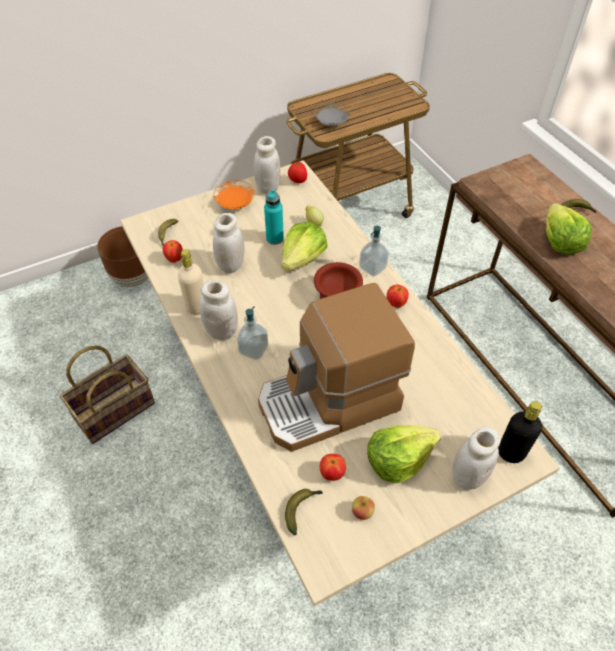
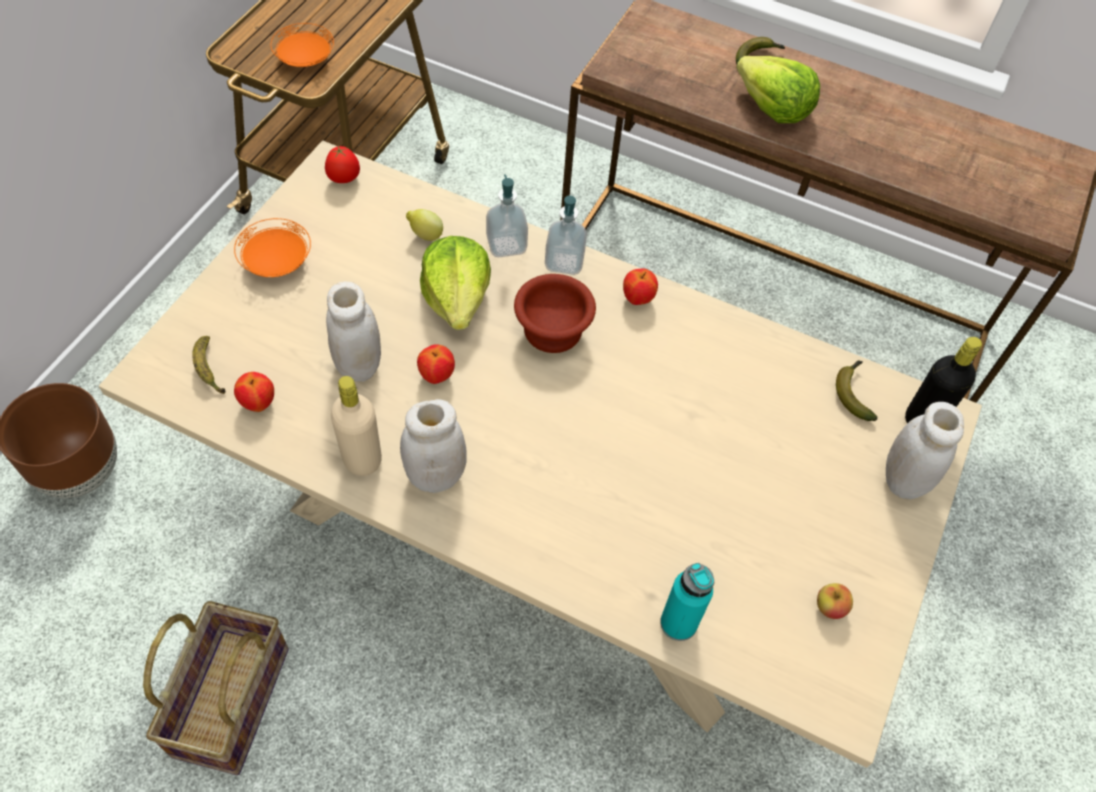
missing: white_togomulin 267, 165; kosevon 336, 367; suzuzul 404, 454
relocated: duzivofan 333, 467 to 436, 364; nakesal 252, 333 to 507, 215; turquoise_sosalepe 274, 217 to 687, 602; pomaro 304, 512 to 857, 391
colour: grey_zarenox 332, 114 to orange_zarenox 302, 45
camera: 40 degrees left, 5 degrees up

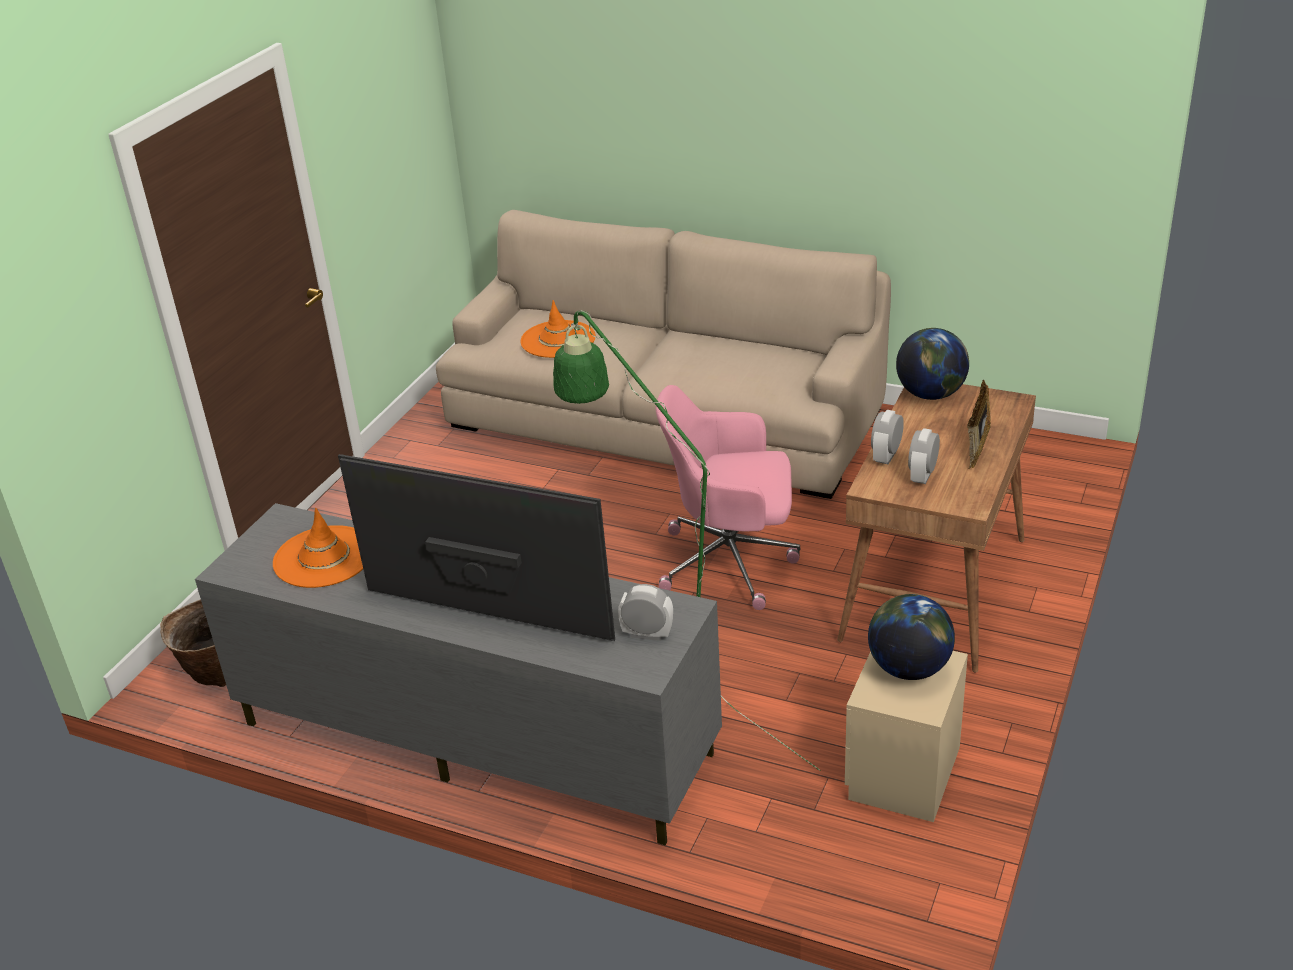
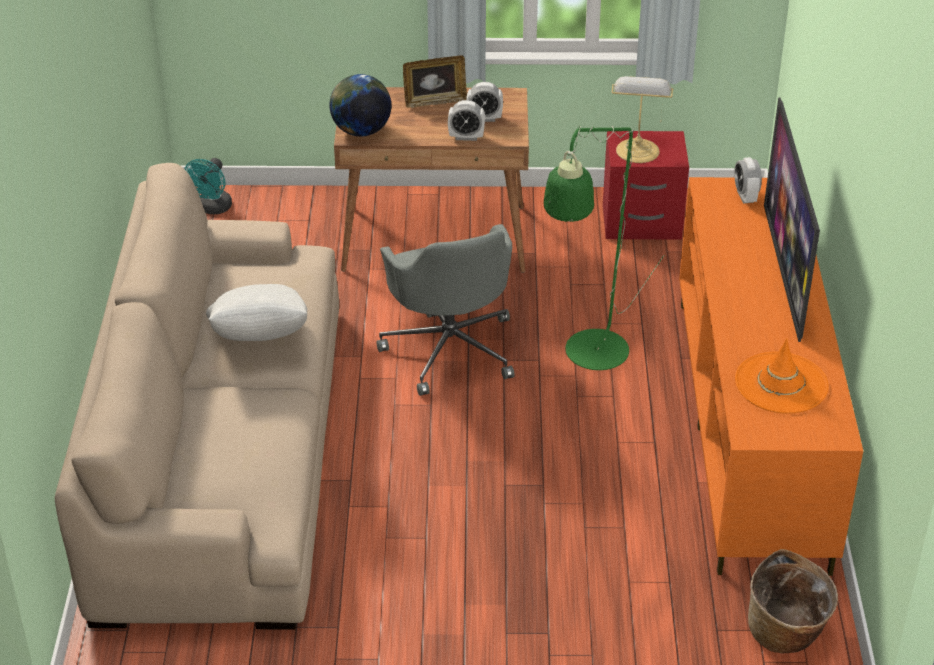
missing: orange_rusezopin 558, 329
appeared: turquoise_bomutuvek 208, 186; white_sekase 256, 312
exchanged: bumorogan 911, 637 to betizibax 642, 119
colour: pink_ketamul 727, 497 to grey_ketamul 445, 310; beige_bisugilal 906, 736 to red_bisugilal 646, 185; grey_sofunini 458, 674 to orange_sofunini 771, 376
camera: 115 degrees left, 5 degrees up

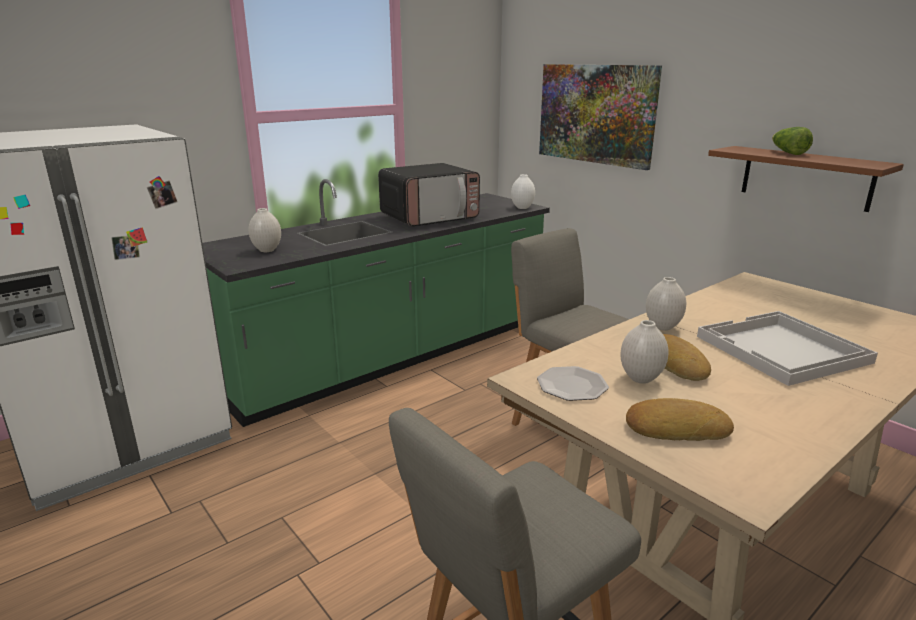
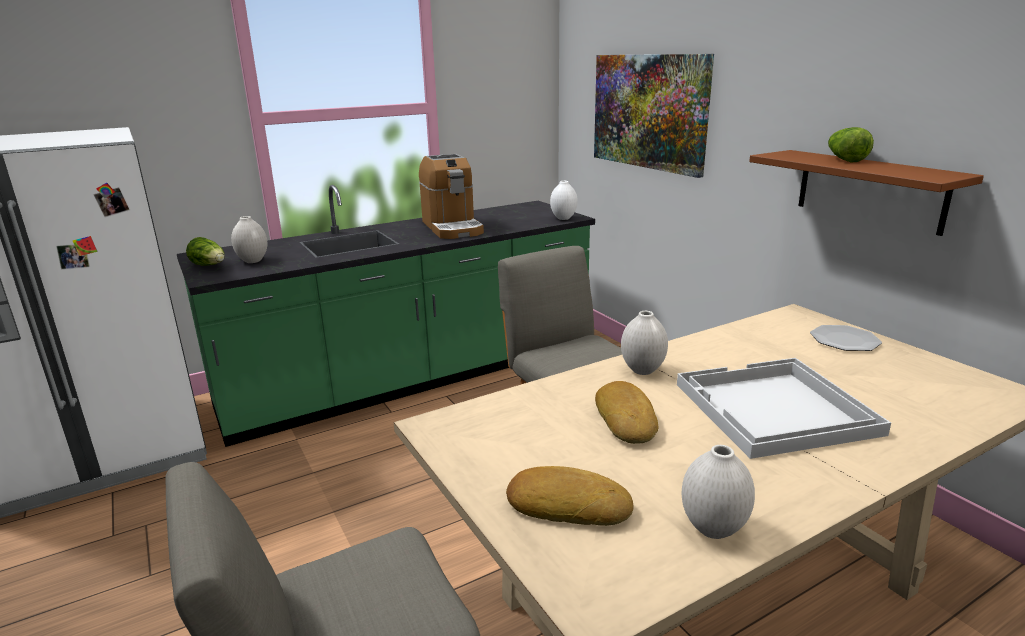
appeared: suzuzul 205, 251
relocated: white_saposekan 644, 352 to 718, 492; zarenox 573, 383 to 846, 338
exchanged: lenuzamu 429, 194 to kosevon 451, 196
camera: 10 degrees right, 0 degrees up

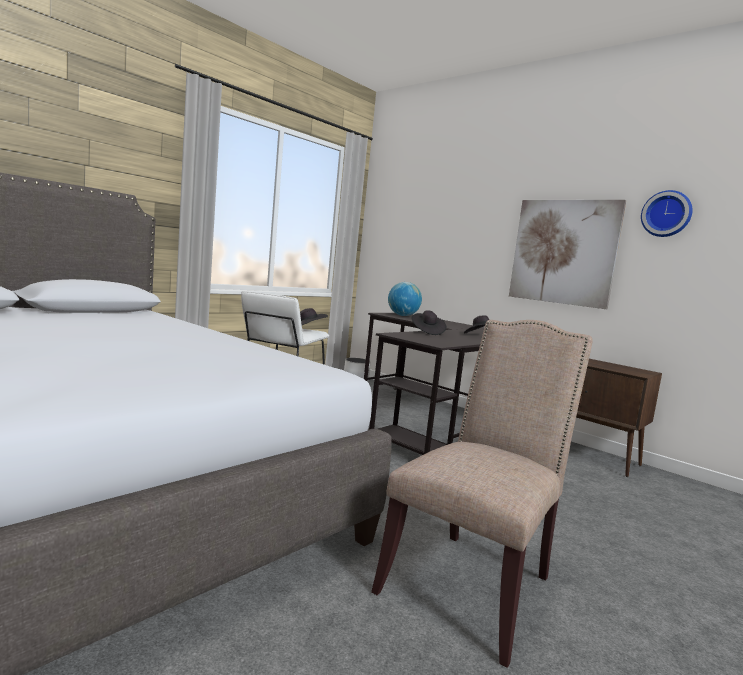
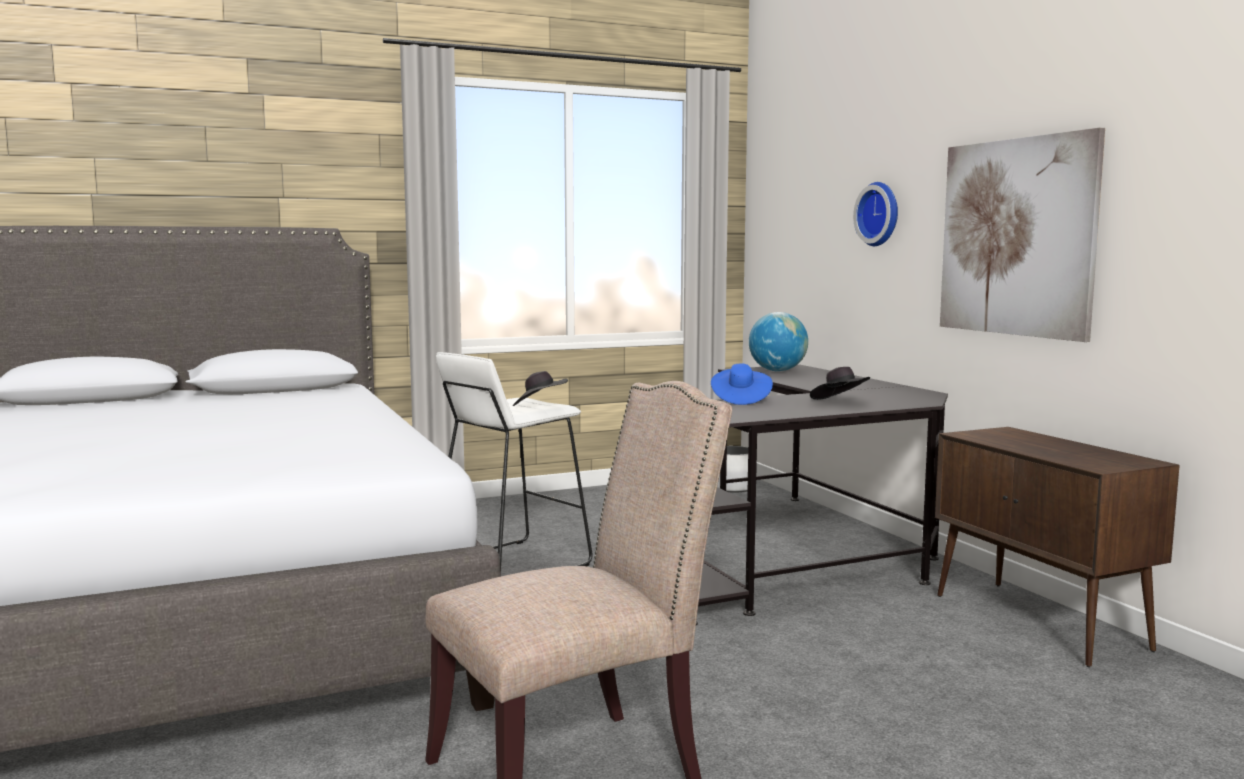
relocated: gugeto 667, 213 to 875, 214
colour: black_rusezopin 428, 322 to blue_rusezopin 742, 384
camera: 25 degrees right, 0 degrees up

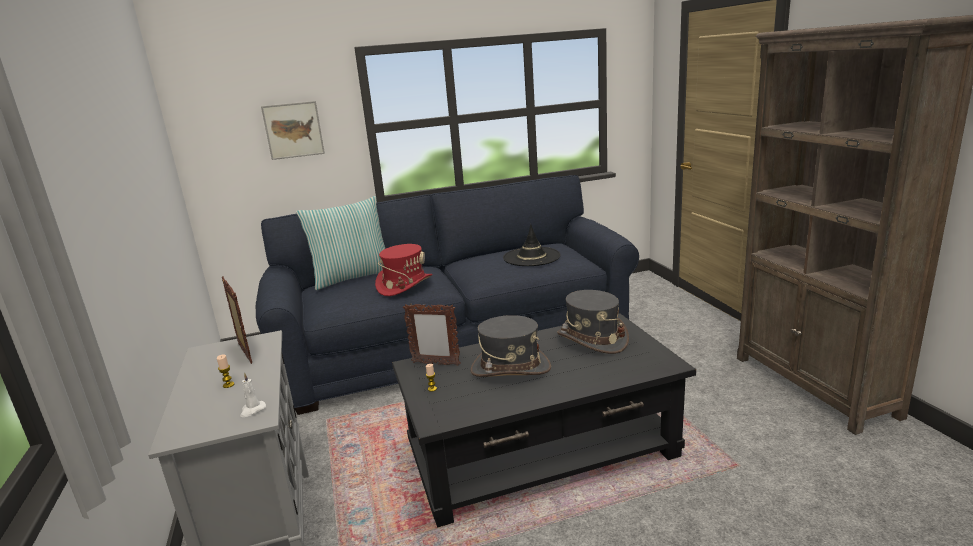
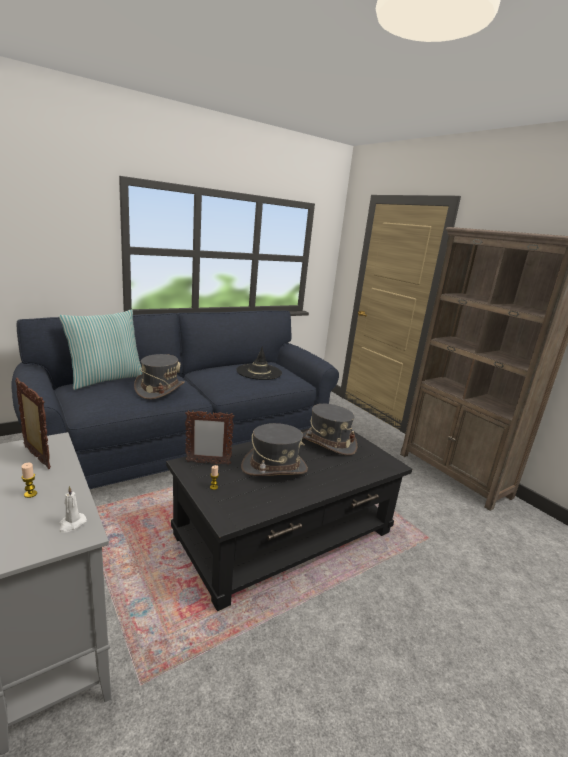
missing: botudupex 293, 130
colour: red_rusezopin 404, 270 to grey_rusezopin 159, 376
camera: 20 degrees left, 0 degrees up

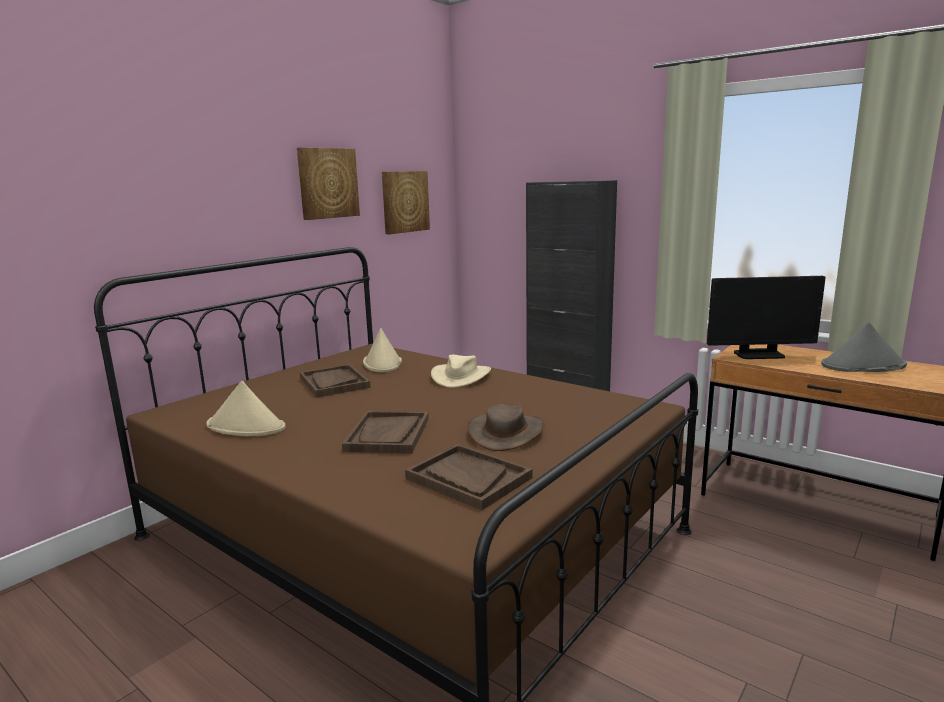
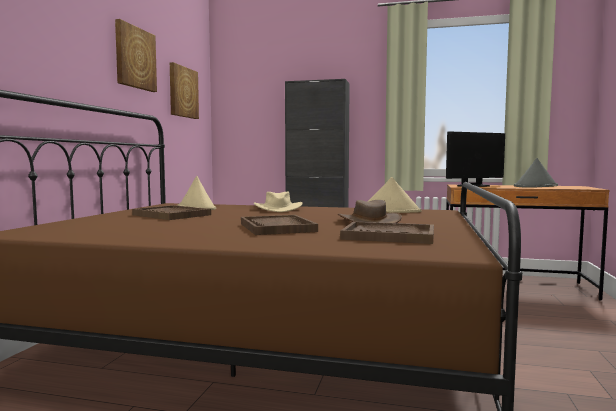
relocated: beige_rusezopin 246, 408 to 394, 195
camera: 25 degrees left, 10 degrees down

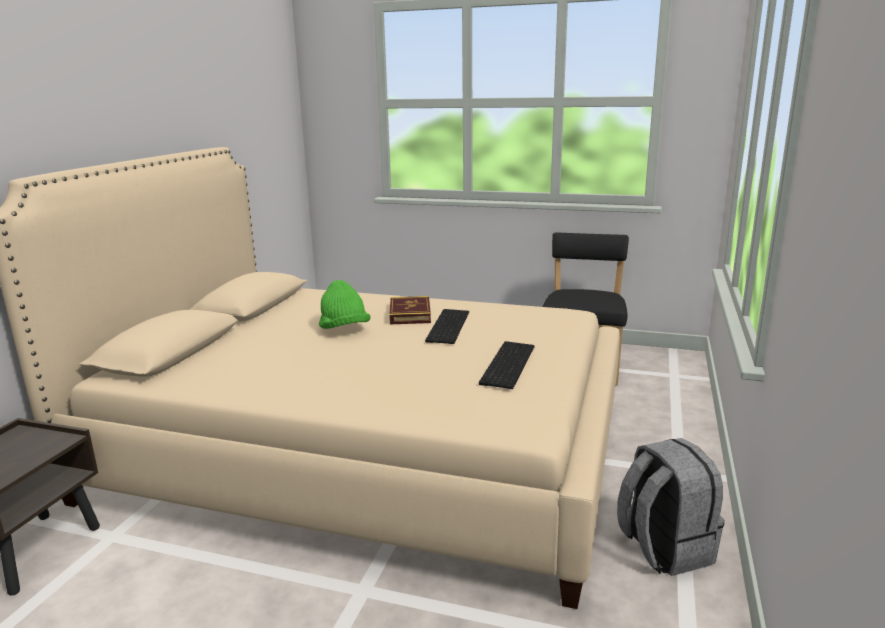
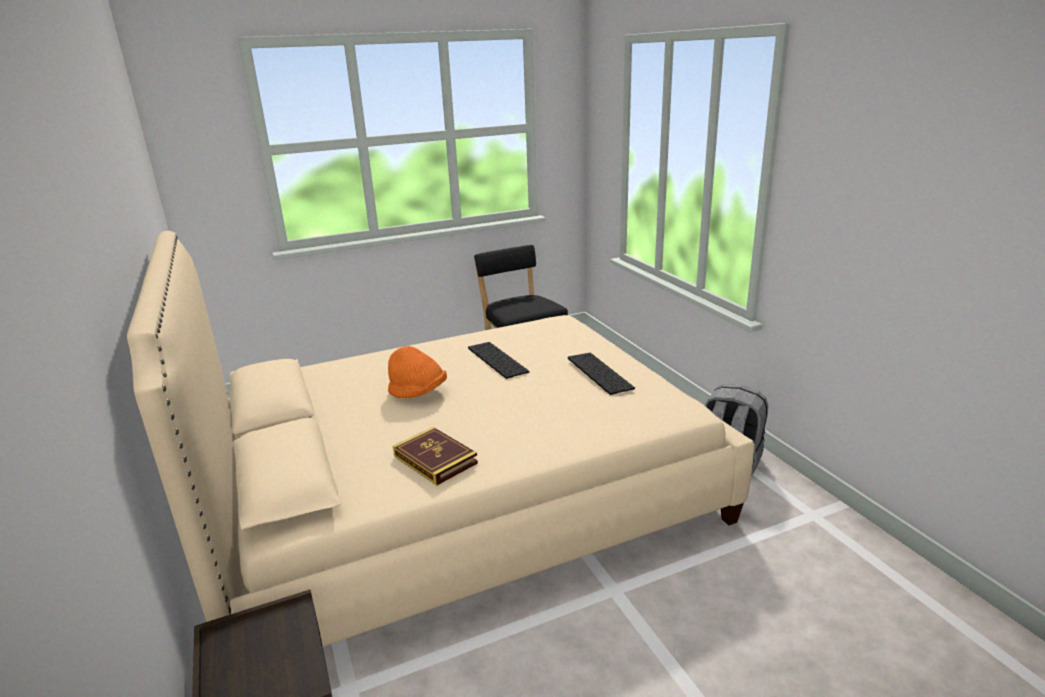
relocated: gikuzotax 410, 310 to 435, 456
colour: green_rusezopin 345, 304 to orange_rusezopin 417, 372
camera: 40 degrees left, 5 degrees up

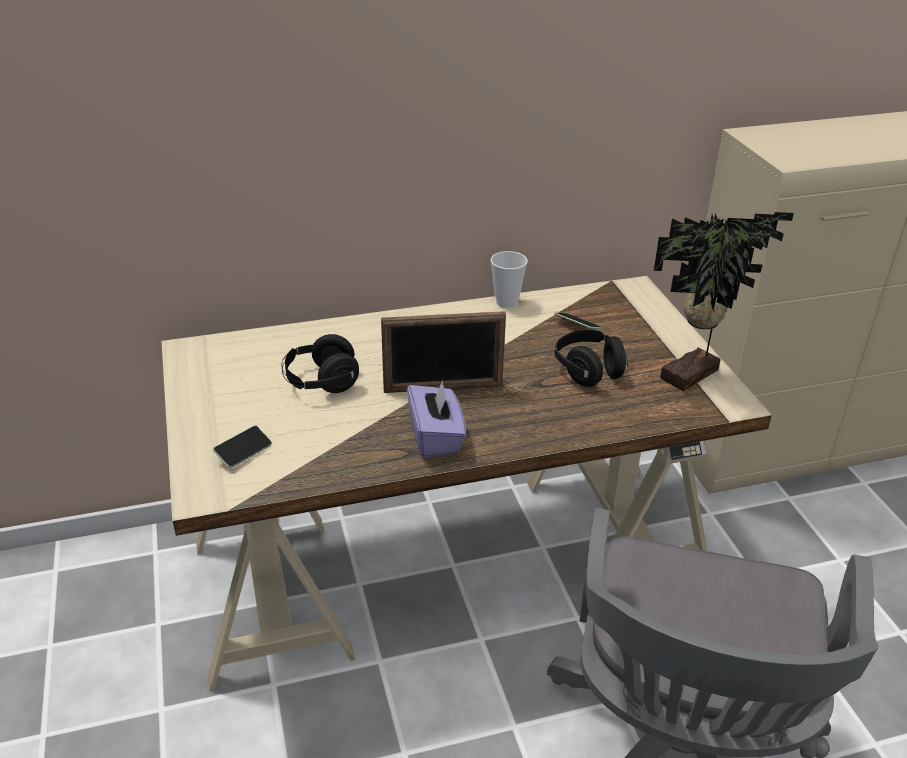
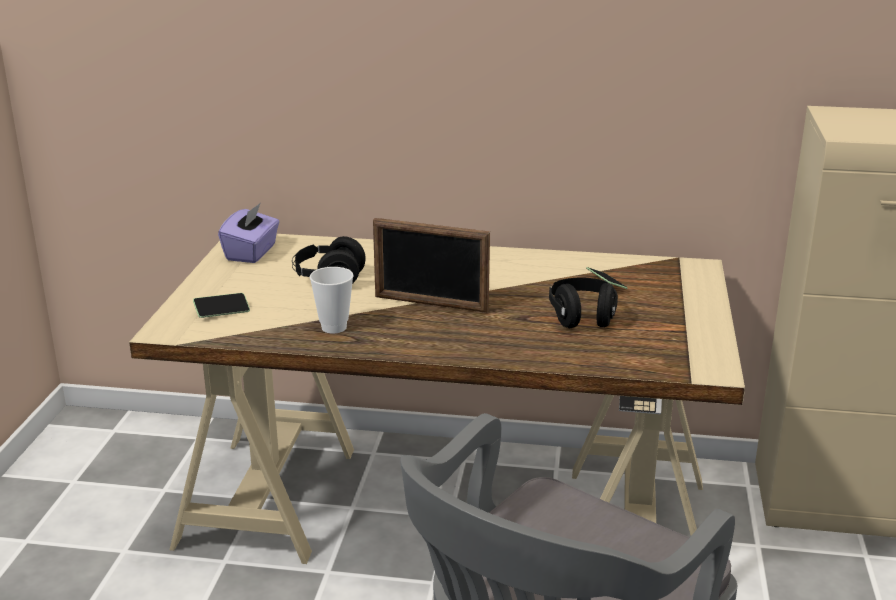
missing: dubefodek 724, 301
relocated: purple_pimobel 436, 418 to 248, 233; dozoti 509, 279 to 331, 300
camera: 25 degrees right, 10 degrees down

